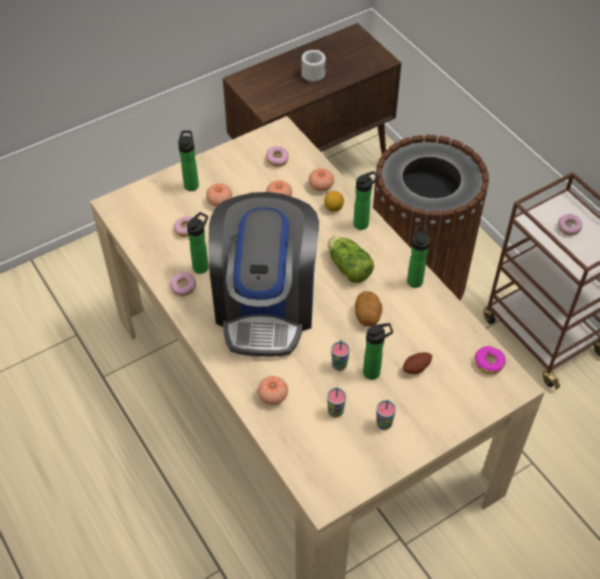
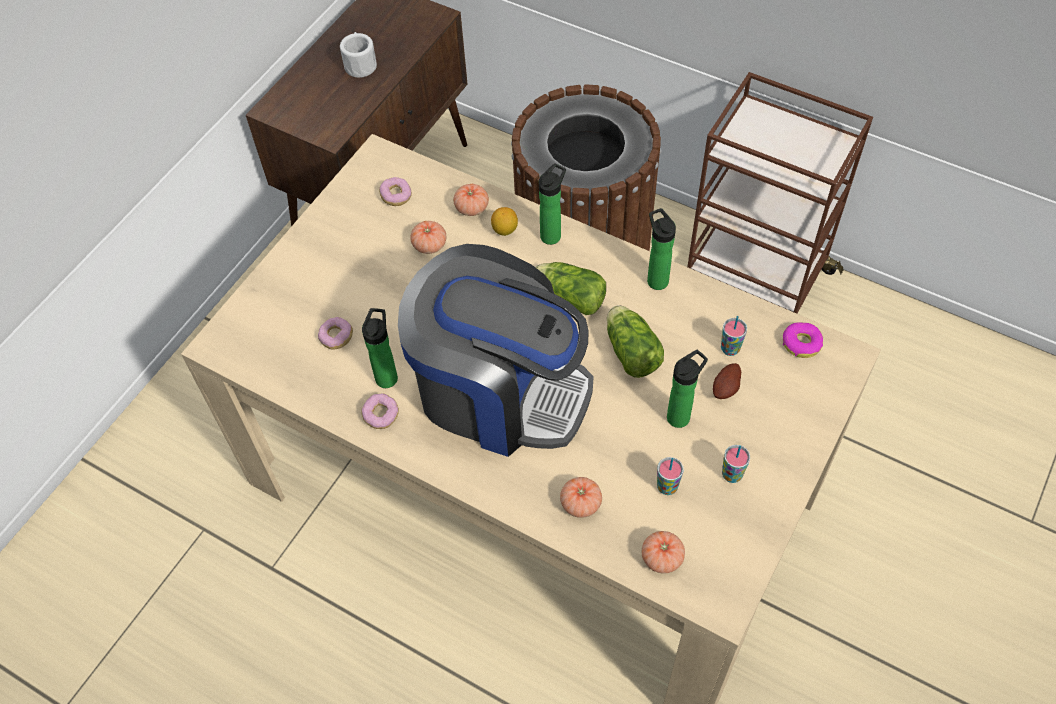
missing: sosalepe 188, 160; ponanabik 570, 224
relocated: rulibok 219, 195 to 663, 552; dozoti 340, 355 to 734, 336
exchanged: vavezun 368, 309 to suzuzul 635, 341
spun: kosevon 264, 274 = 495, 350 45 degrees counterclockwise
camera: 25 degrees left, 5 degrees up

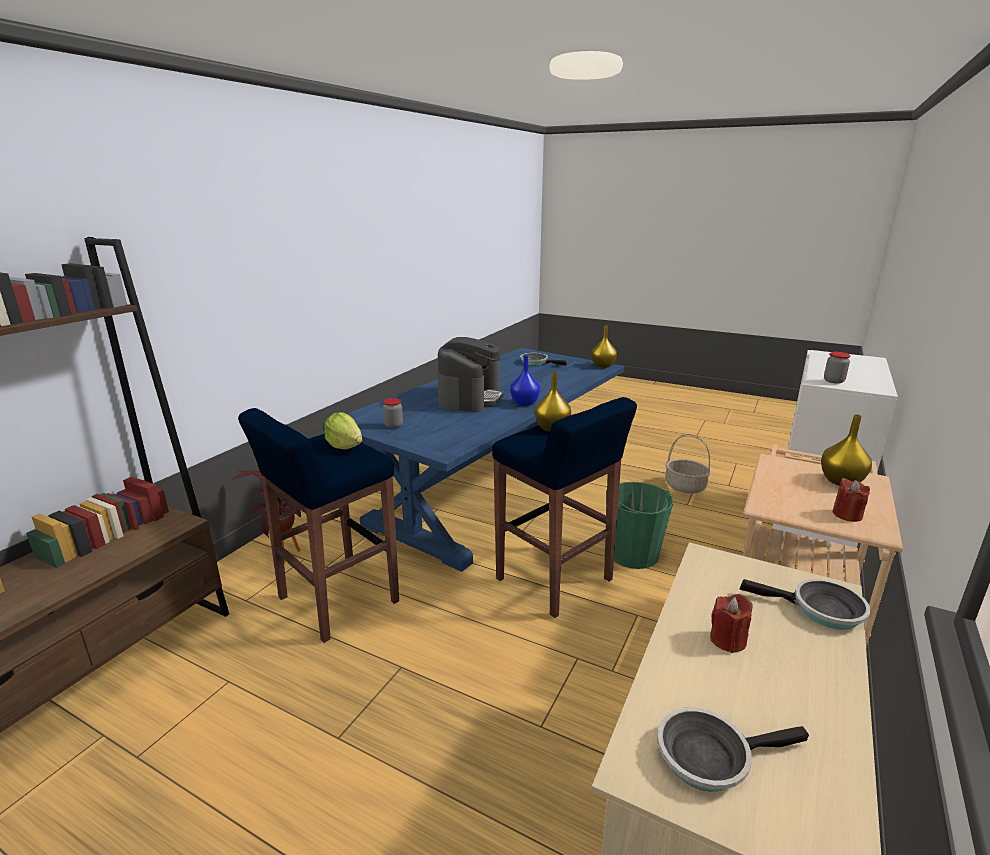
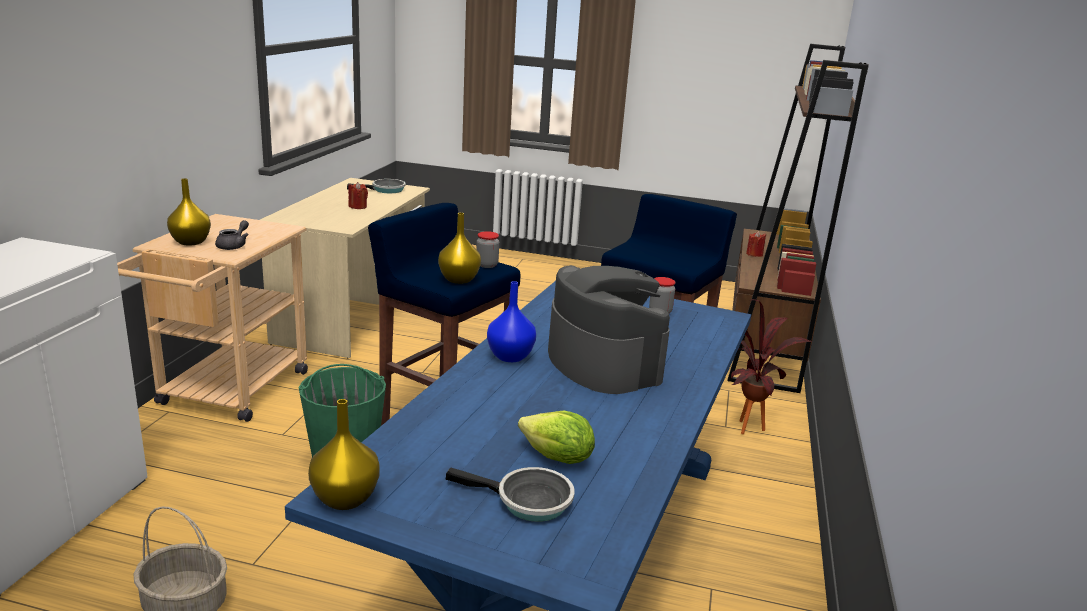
missing: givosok 805, 604
appeared: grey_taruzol 232, 235
relocated: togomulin 837, 368 to 487, 249; suzuzul 343, 430 to 556, 437; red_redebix 851, 500 to 756, 244
spun: kosevon 470, 374 = 609, 329 150 degrees clockwise
camera: 165 degrees right, 0 degrees up

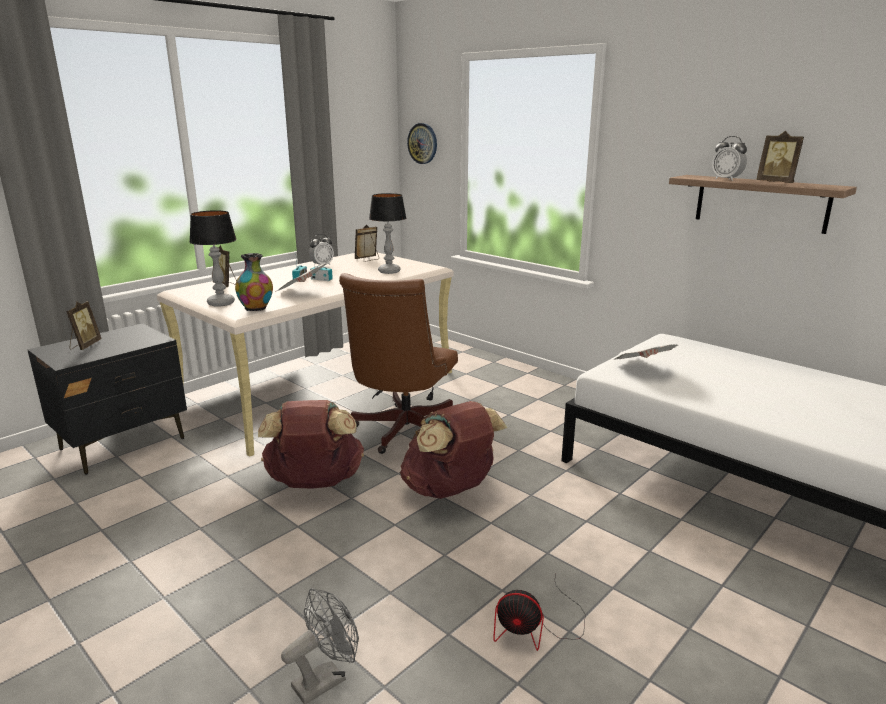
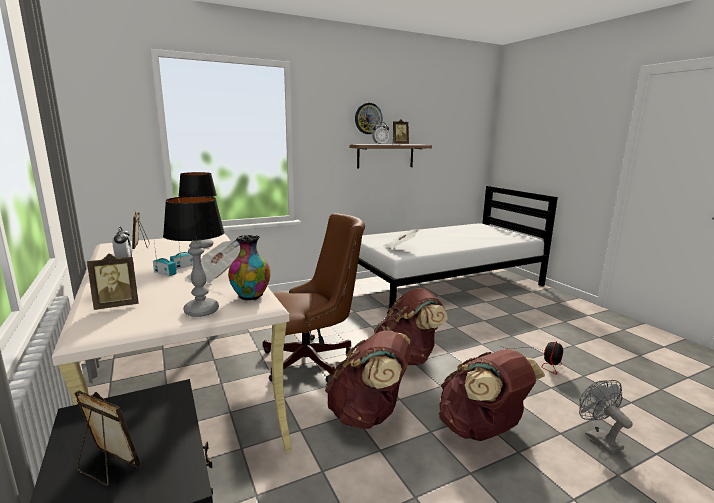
appeared: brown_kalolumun 492, 395
relocated: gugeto 422, 143 to 368, 118
spun: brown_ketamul 398, 363 = 314, 297 60 degrees counterclockwise
camera: 70 degrees left, 5 degrees down

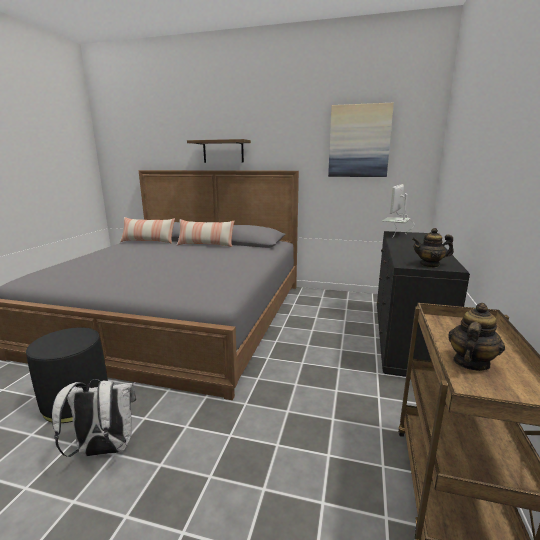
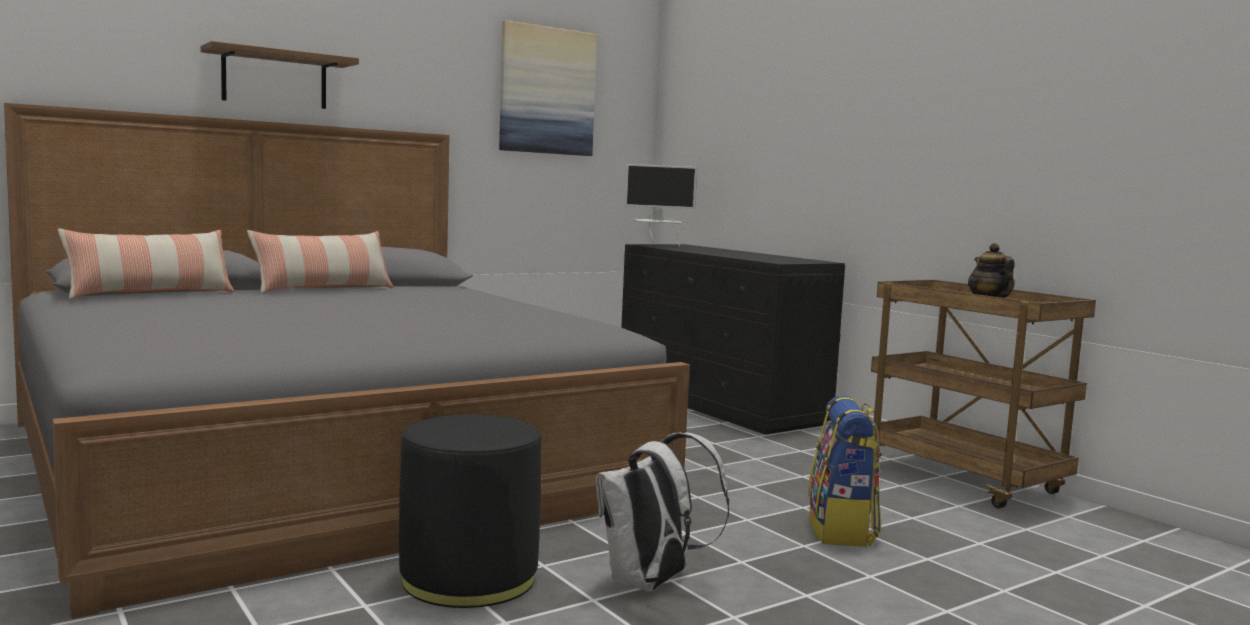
missing: taruzol 433, 248
appeared: kalolumun 844, 471
spun: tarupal 398, 210 = 660, 205 75 degrees counterclockwise
camera: 50 degrees left, 10 degrees down

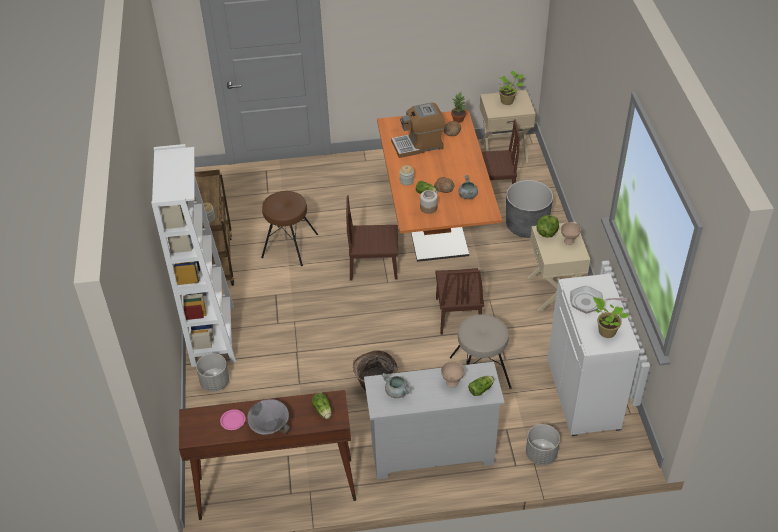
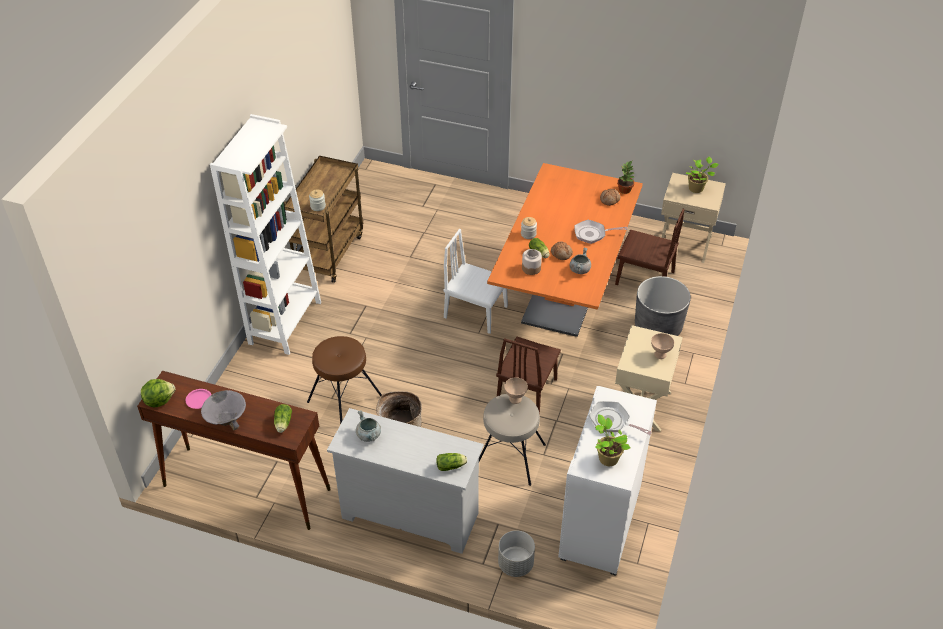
missing: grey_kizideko 212, 372; kosevon 418, 130
appeared: givosok 600, 232
relocated: suzuzul 548, 226 to 158, 393; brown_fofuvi 289, 228 to 344, 380; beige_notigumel 452, 374 to 516, 390
colour: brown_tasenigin 372, 238 to white_tasenigin 476, 281
camera: 25 degrees right, 0 degrees up

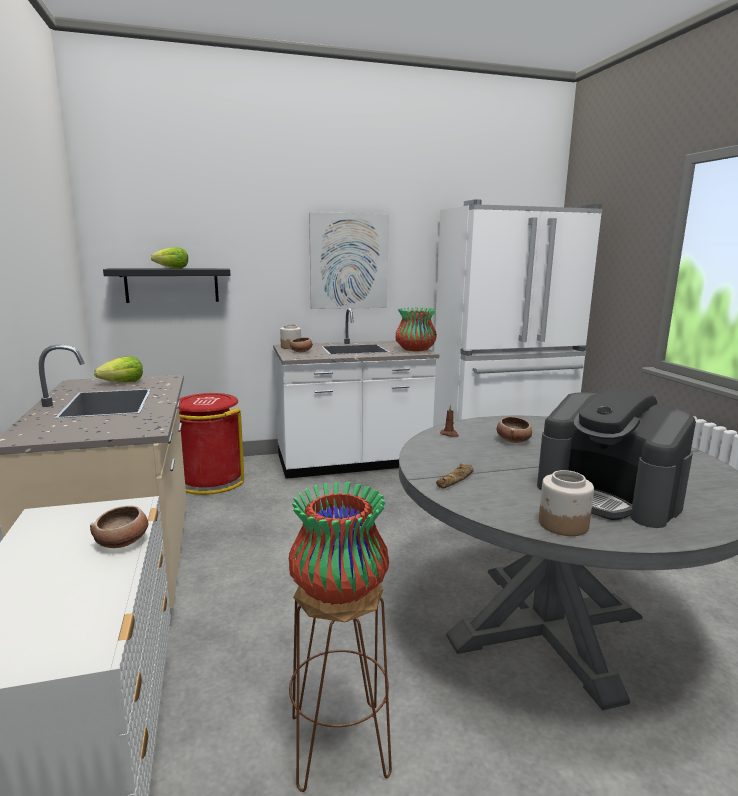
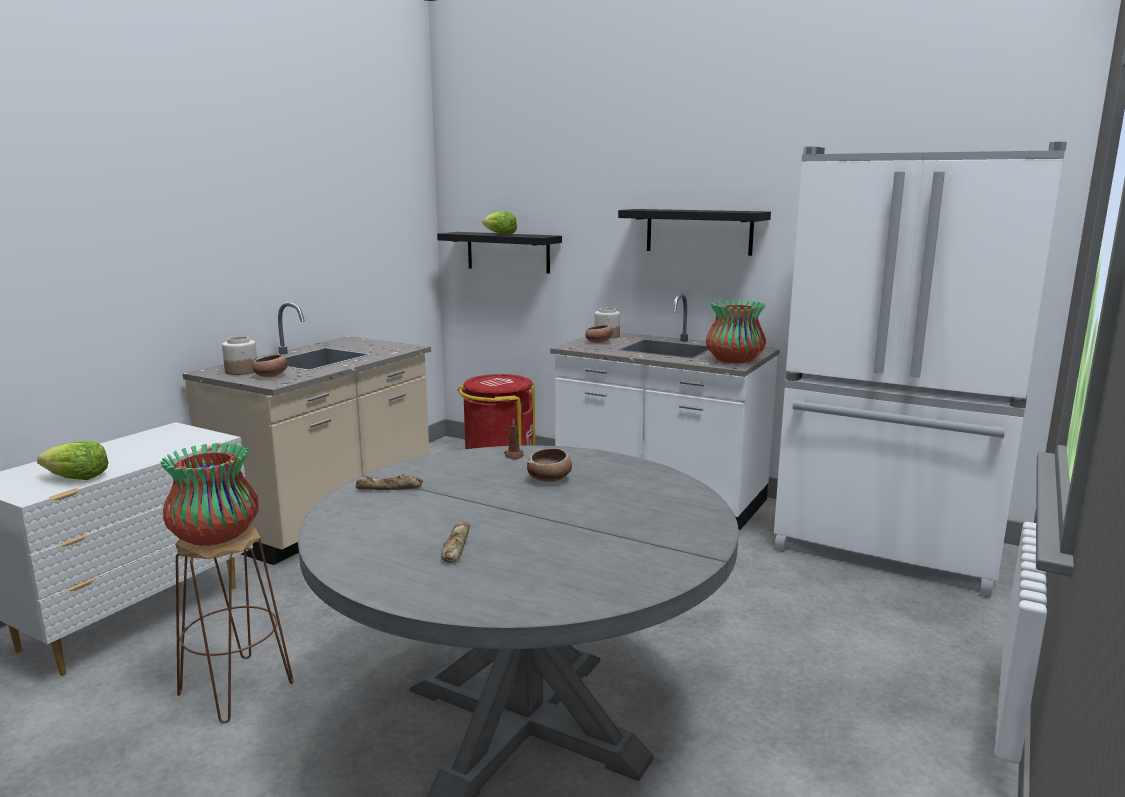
relocated: suzuzul 118, 369 to 72, 460; togomulin 566, 503 to 239, 355; notigumel 119, 527 to 270, 366
exchanged: kosevon 616, 458 to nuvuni 455, 542; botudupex 349, 260 to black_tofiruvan 694, 232
camera: 45 degrees right, 0 degrees up

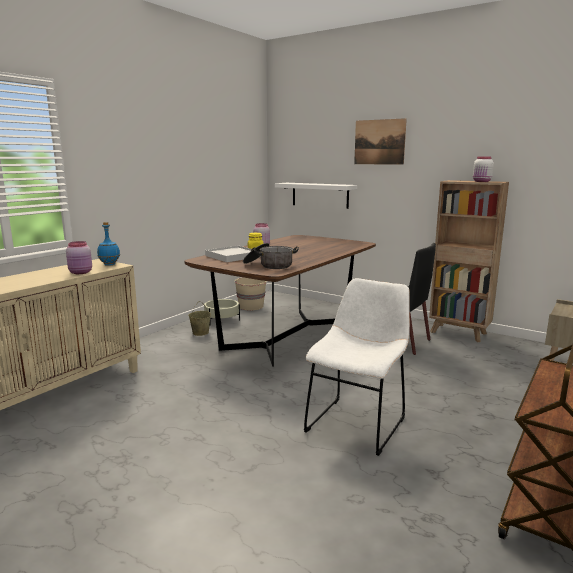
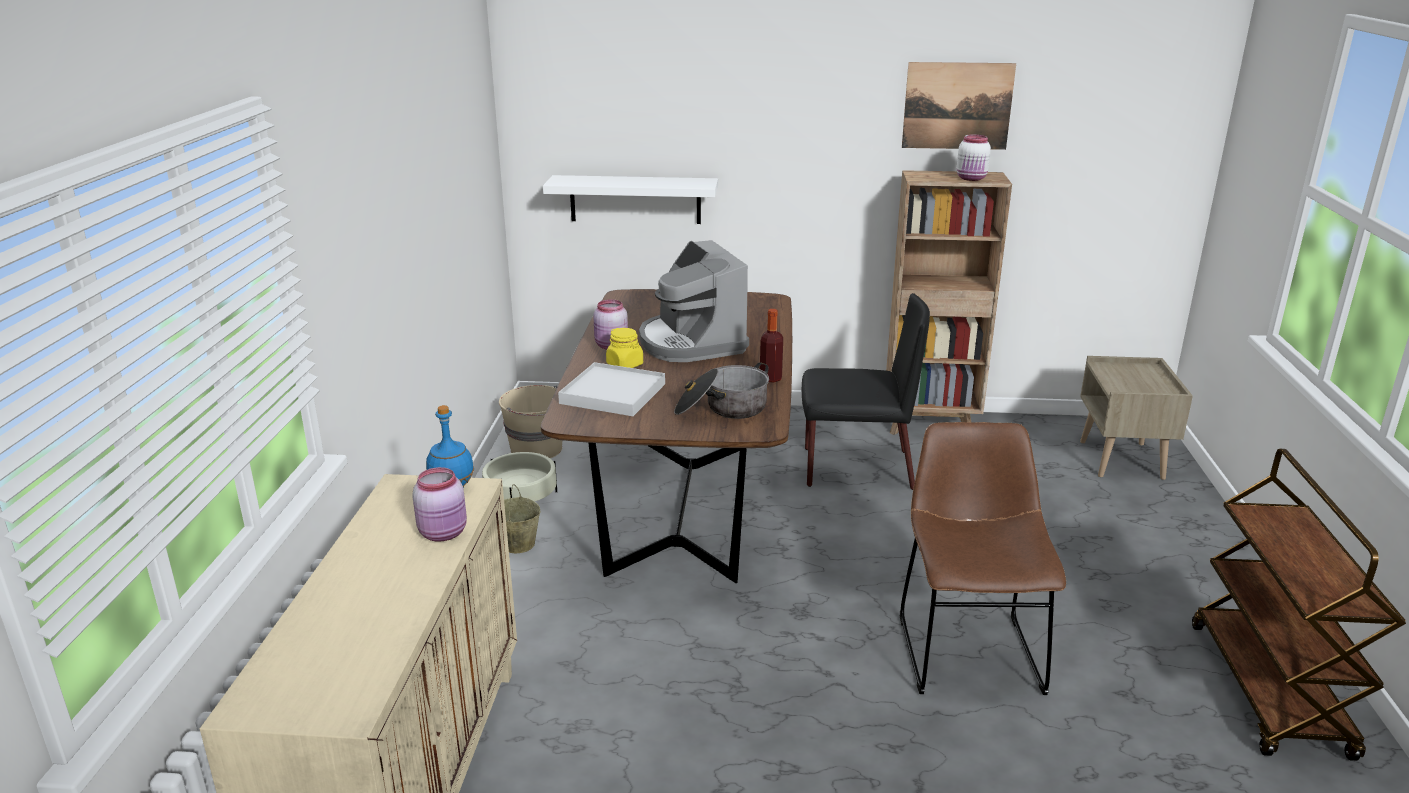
appeared: kosevon 694, 301; sosalepe 771, 345
relocated: botudupex 380, 141 to 959, 106
colour: white_tasenigin 357, 367 to brown_tasenigin 983, 558
camera: 30 degrees left, 10 degrees up

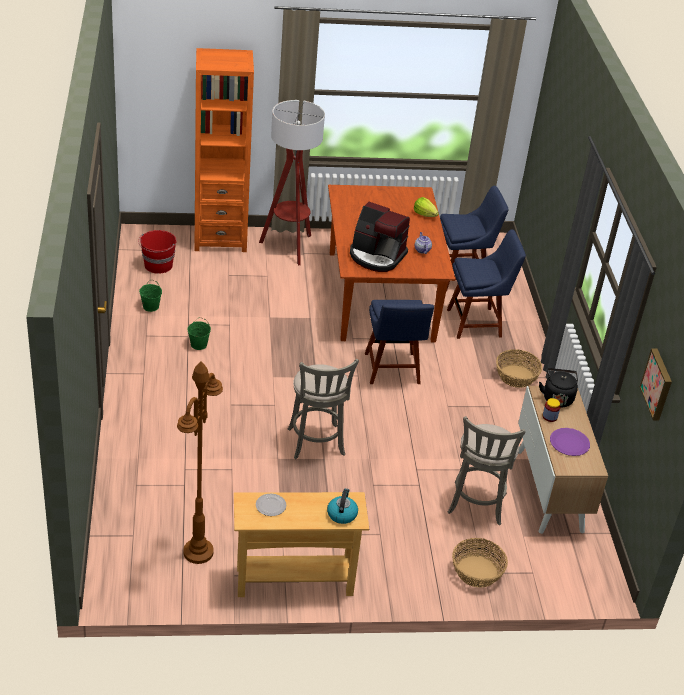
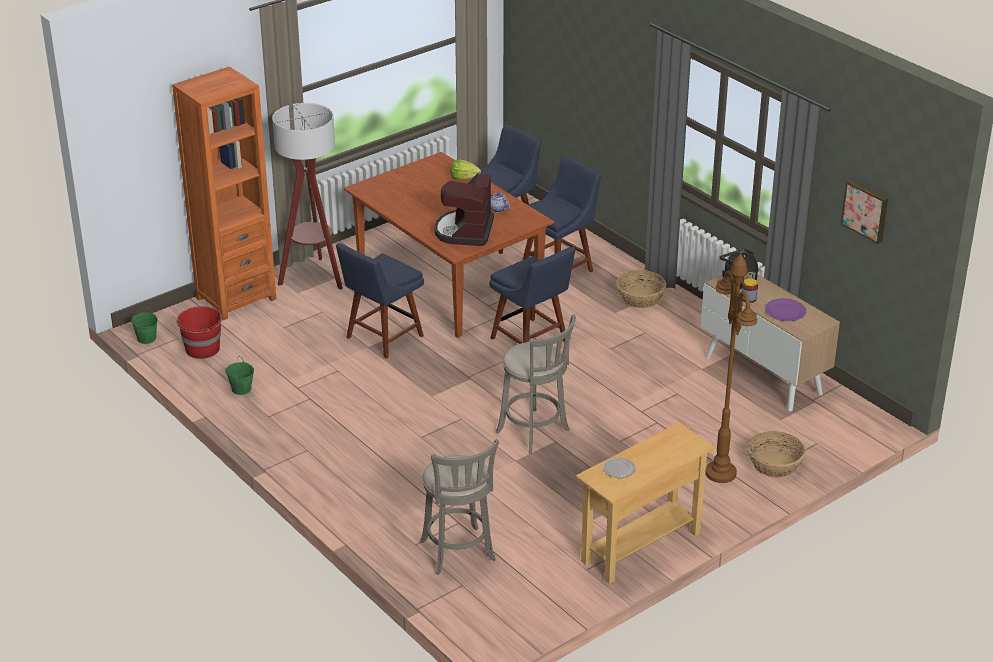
missing: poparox 342, 506
appeared: blue_tasenigin 380, 301
relocated: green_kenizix 199, 334 to 144, 325; grey_fofuvi 487, 470 to 459, 507; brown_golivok 200, 462 to 731, 368
spun: kosevon 380, 237 = 464, 209 105 degrees clockwise
camera: 30 degrees left, 5 degrees down

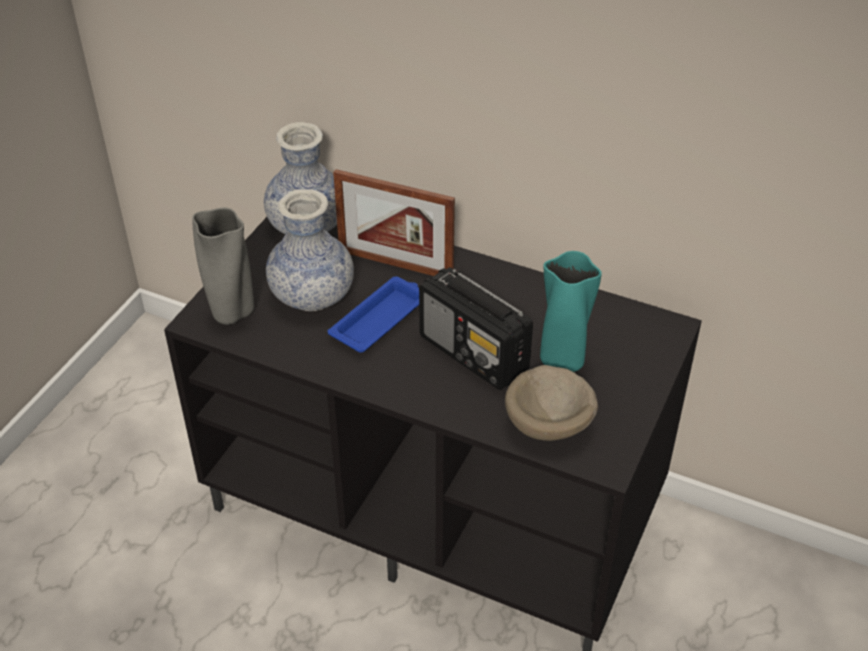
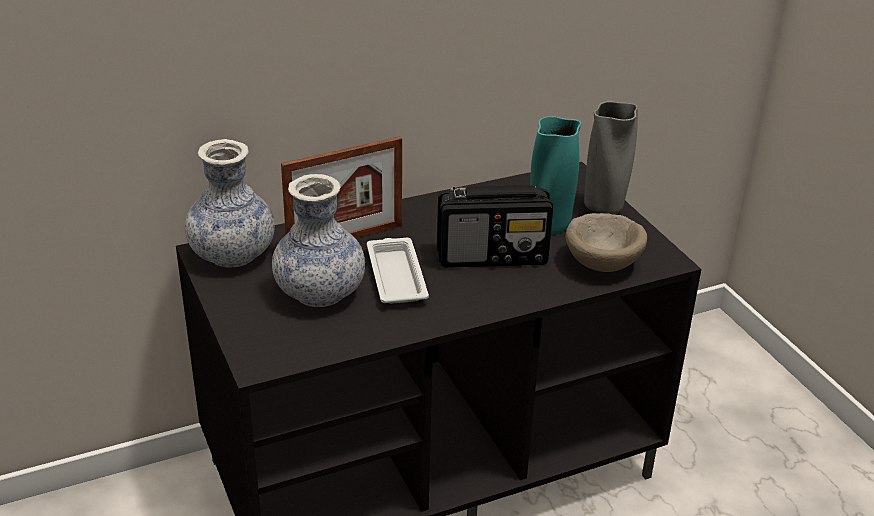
relocated: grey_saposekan 223, 266 to 611, 158
colour: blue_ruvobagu 373, 314 to white_ruvobagu 398, 271
camera: 50 degrees left, 10 degrees down

